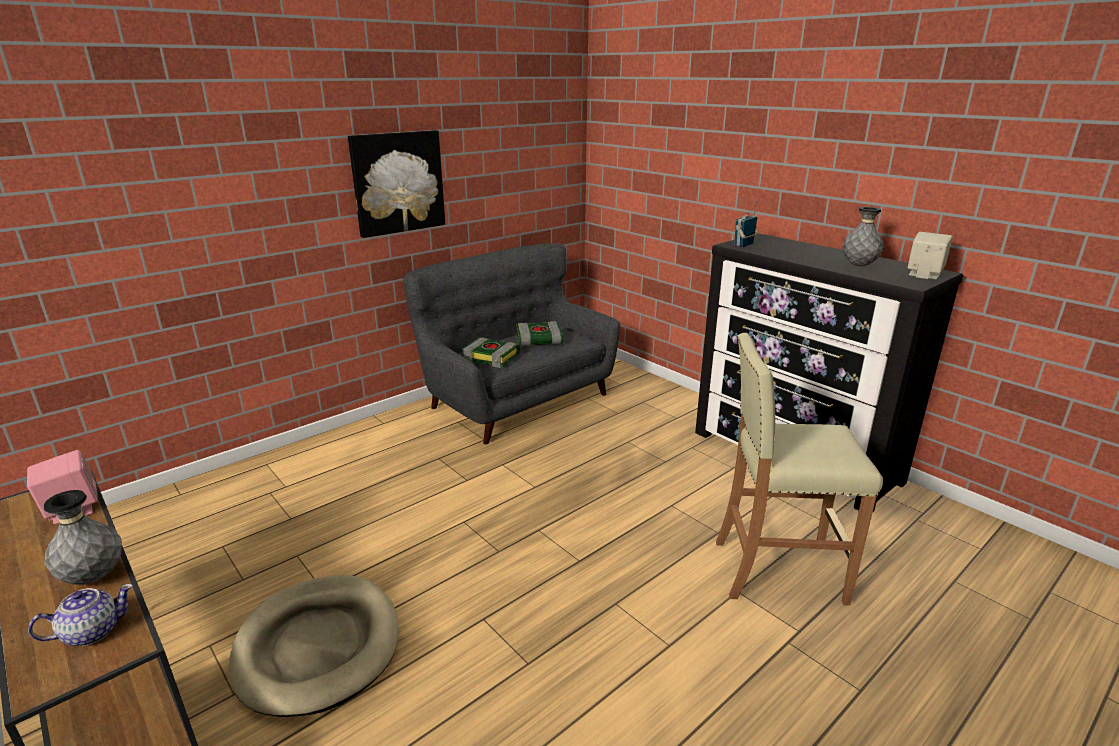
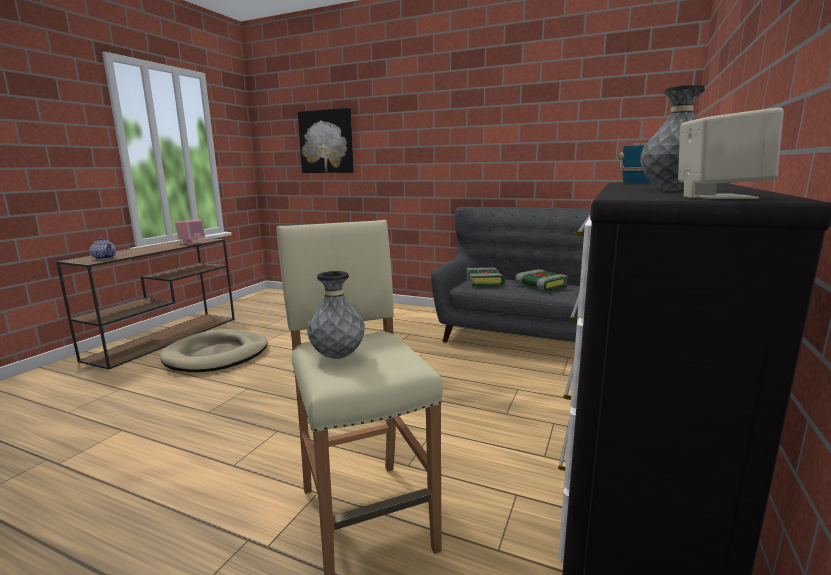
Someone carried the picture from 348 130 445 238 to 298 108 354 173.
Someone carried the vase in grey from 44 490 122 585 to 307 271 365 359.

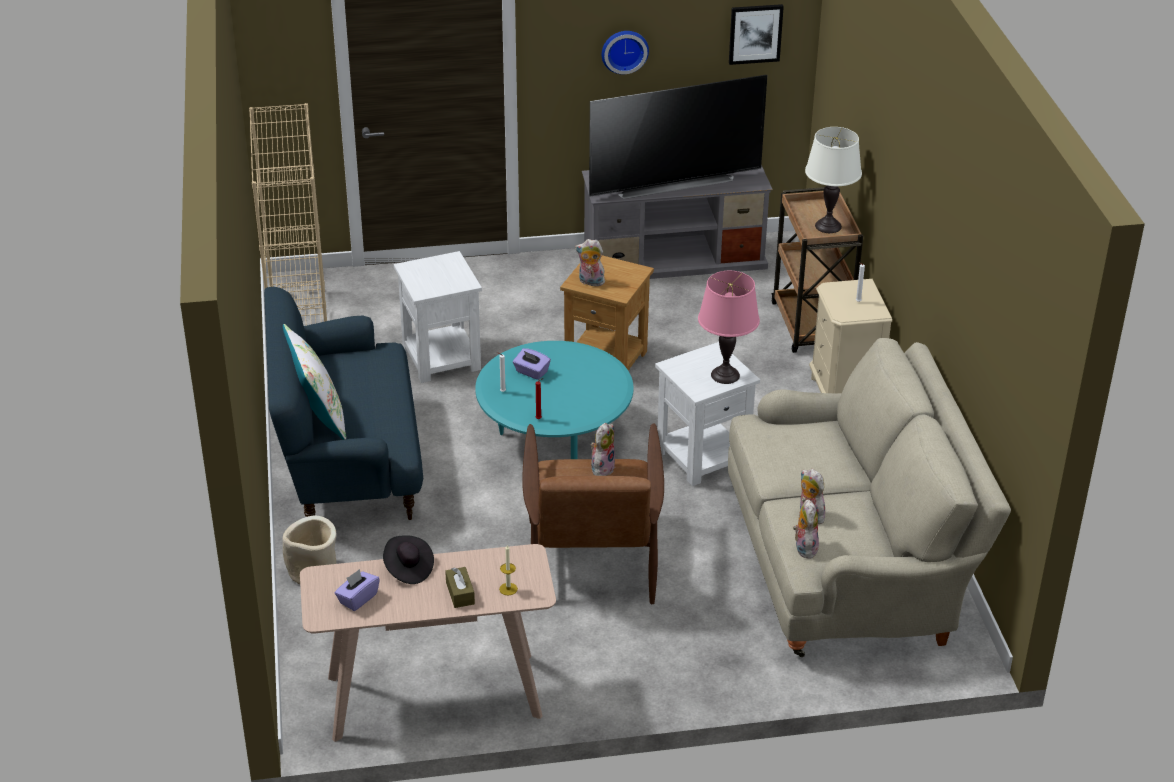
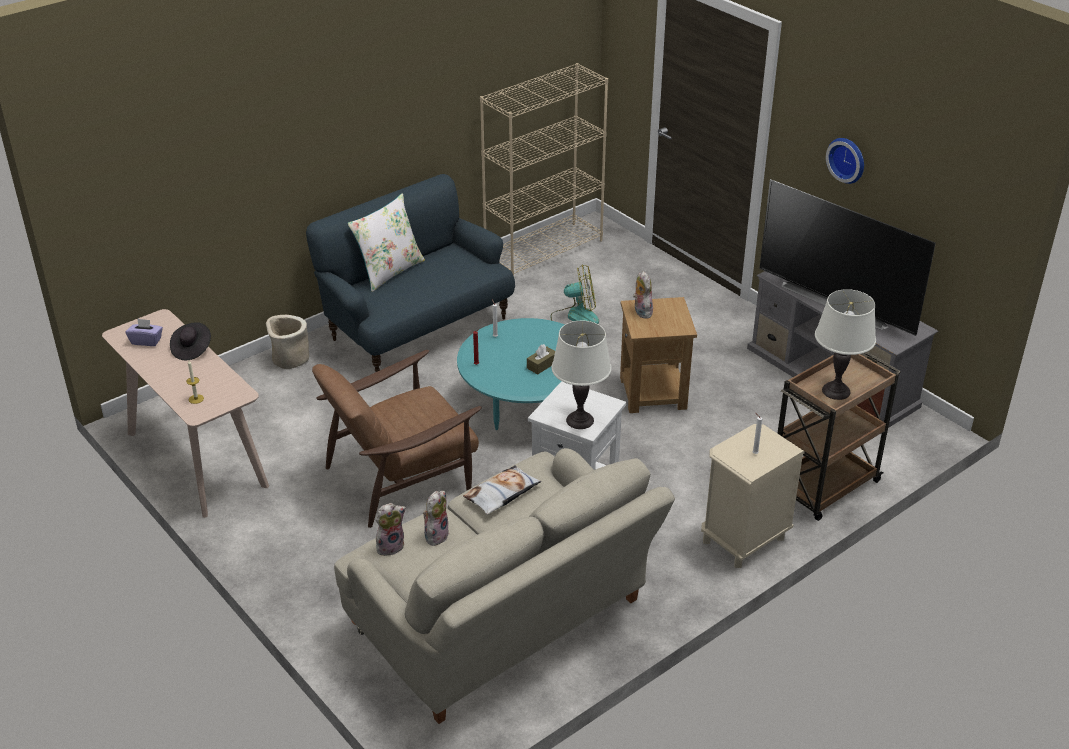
Someone put down the pillow at 463 465 542 515.
Someone carried the tissue box in brown from 445 567 475 608 to 527 344 555 375.
Someone swapped the side table in white at 394 251 482 383 for the fan at 550 264 599 324.
Someone repainted the table lamp in pink at 698 271 760 384, which became the table lamp in white at 552 321 611 429.
Someone took away the tissue box in purple at 513 348 551 380.
Someone took away the plush toy at 591 423 616 476.
Someone took away the picture at 729 4 784 65.

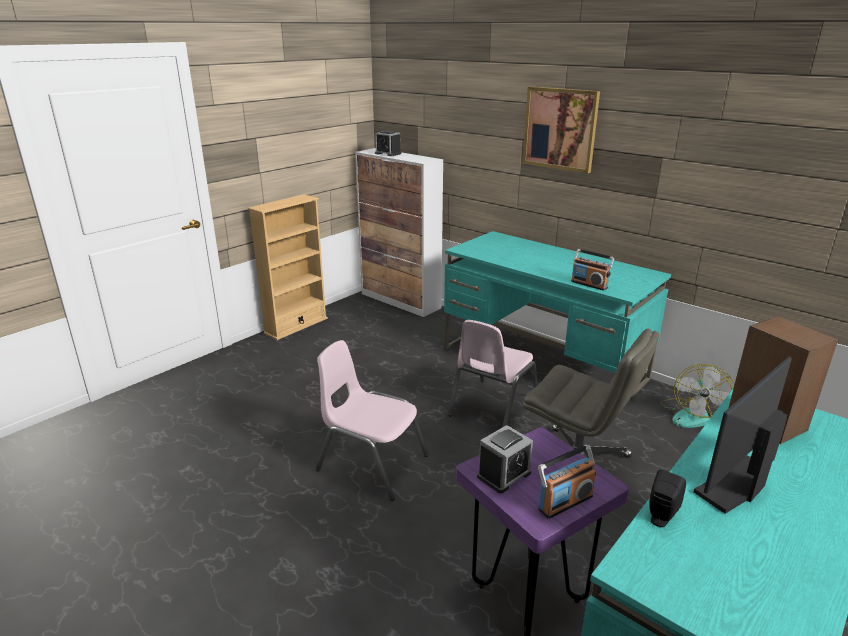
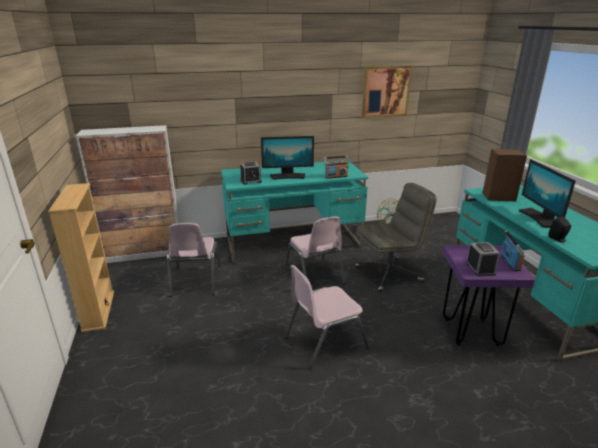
Someone put down the chair in pink at 167 223 221 297.
Someone carried the alarm clock from 375 130 401 156 to 240 162 262 185.
Someone put down the monitor at 261 136 314 180.
Someone carried the picture from 522 87 600 173 to 362 65 412 118.

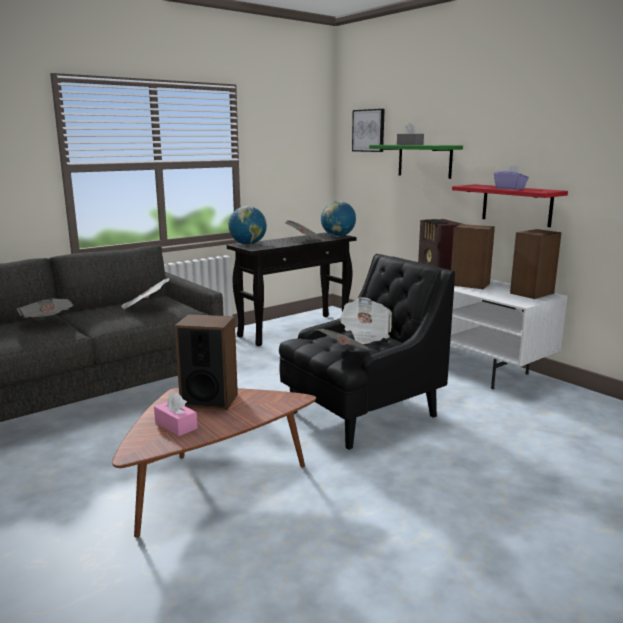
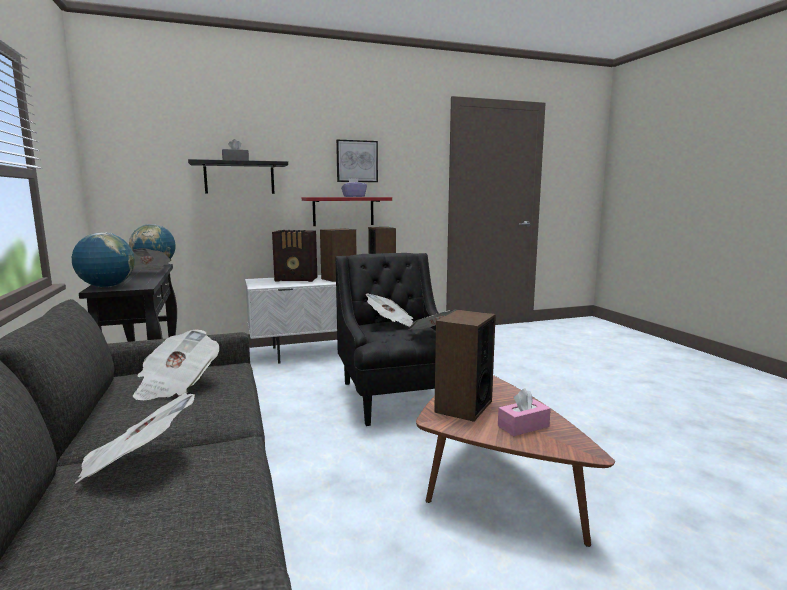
Someone repainted the shelf in green at 369 145 463 179, which became the shelf in black at 188 159 288 194.
Someone carried the picture from 352 109 385 152 to 336 140 378 182.

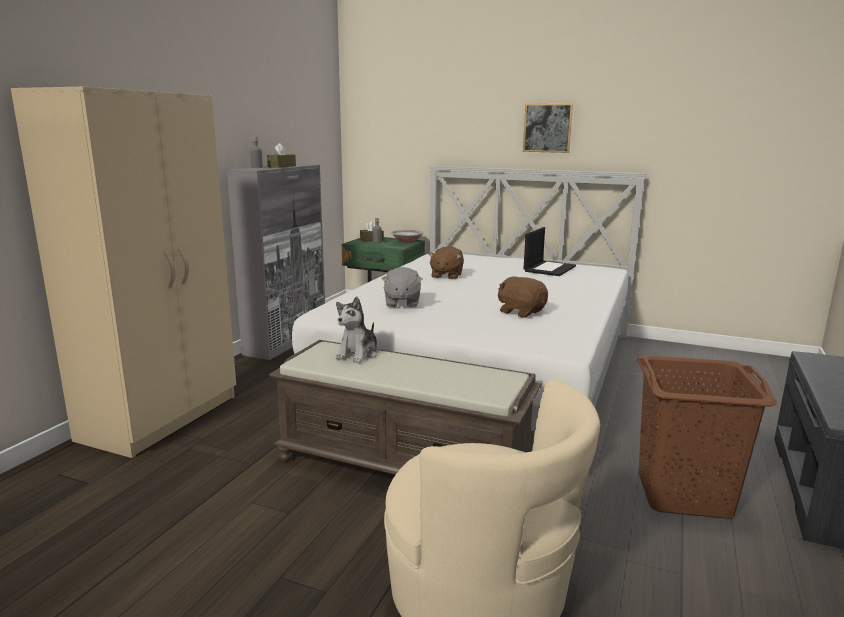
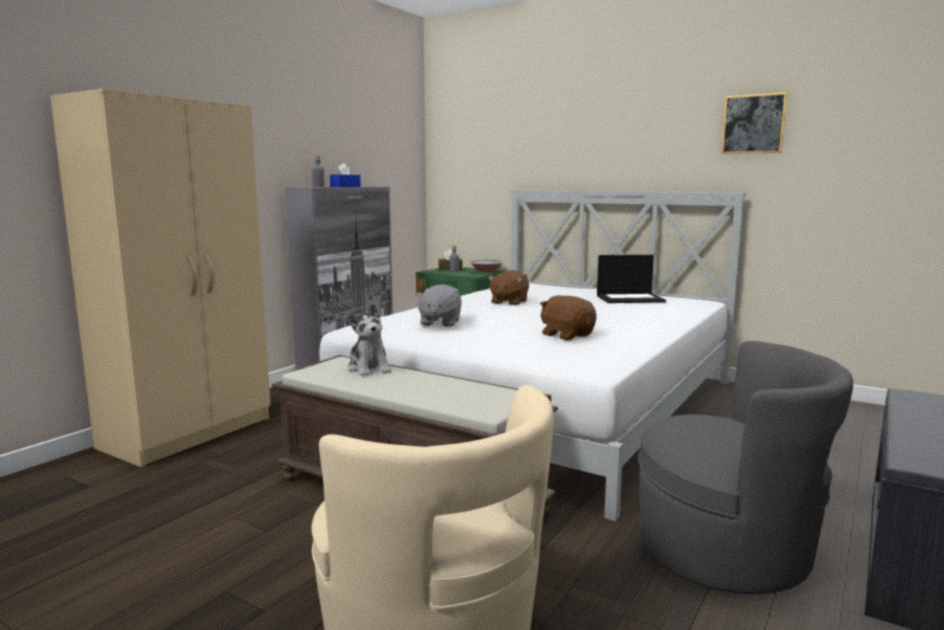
Someone repainted the tissue box in brown at 267 143 296 168, which became the tissue box in blue at 330 163 361 187.
Someone rotated the plush toy at 335 296 378 363 by 60 degrees counterclockwise.
Someone rotated the laptop at 523 227 576 276 by 45 degrees clockwise.
Someone swapped the laundry basket in brown at 637 355 777 519 for the armchair in grey at 638 341 853 594.
Someone carried the picture from 523 103 573 153 to 721 92 787 154.

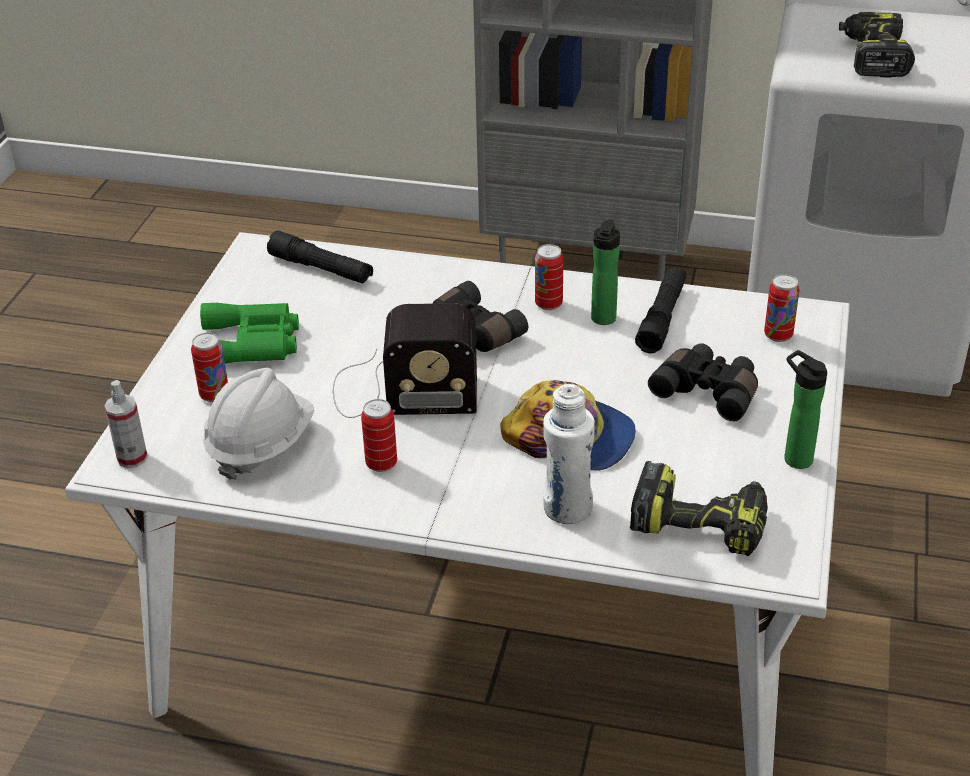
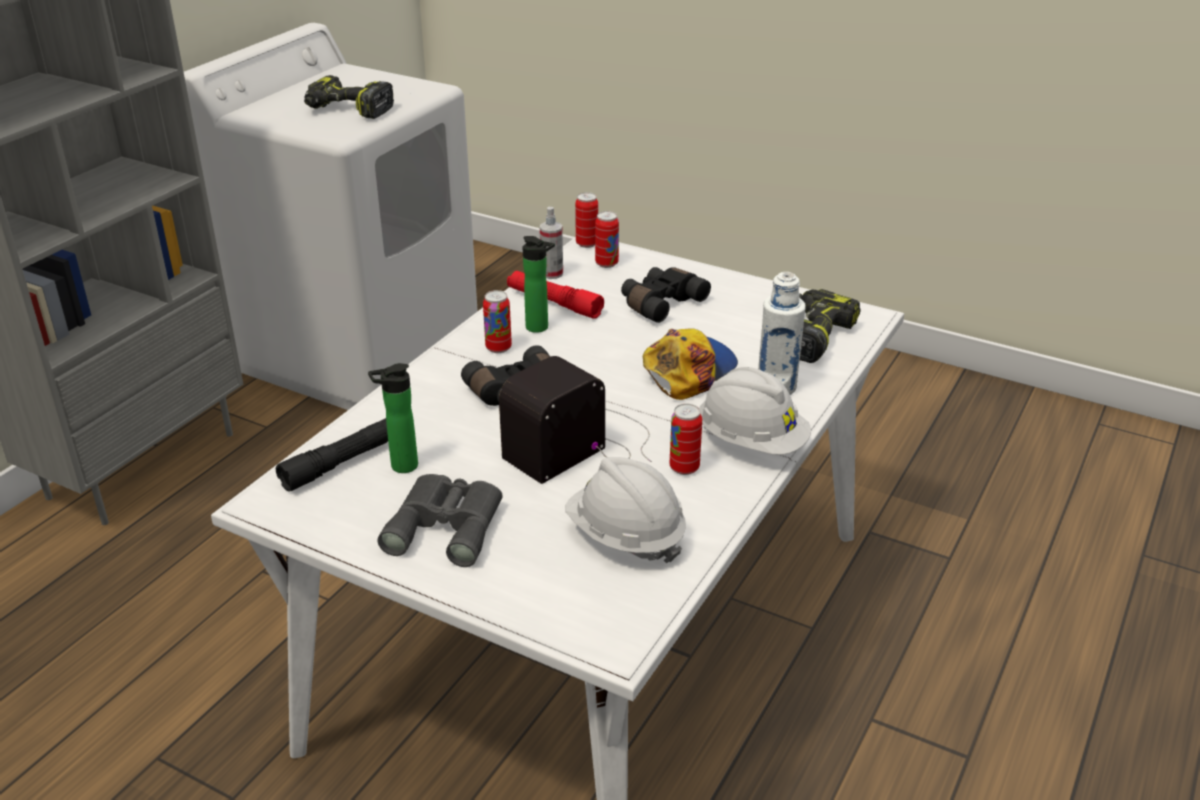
Someone carried the bottle from 784 350 827 469 to 368 363 418 473.
Someone repainted the binoculars in green at 200 303 299 364, which became the binoculars in grey at 378 474 502 567.
Someone rotated the radio at 333 303 477 418 by 150 degrees counterclockwise.
Someone repainted the flashlight in black at 635 268 686 353, which became the flashlight in red at 507 271 604 319.
Someone carried the spray bottle from 104 380 148 468 to 540 207 563 279.
Someone carried the can from 191 333 228 402 to 575 192 598 248.
Someone put down the hard hat in white at 699 367 811 455.

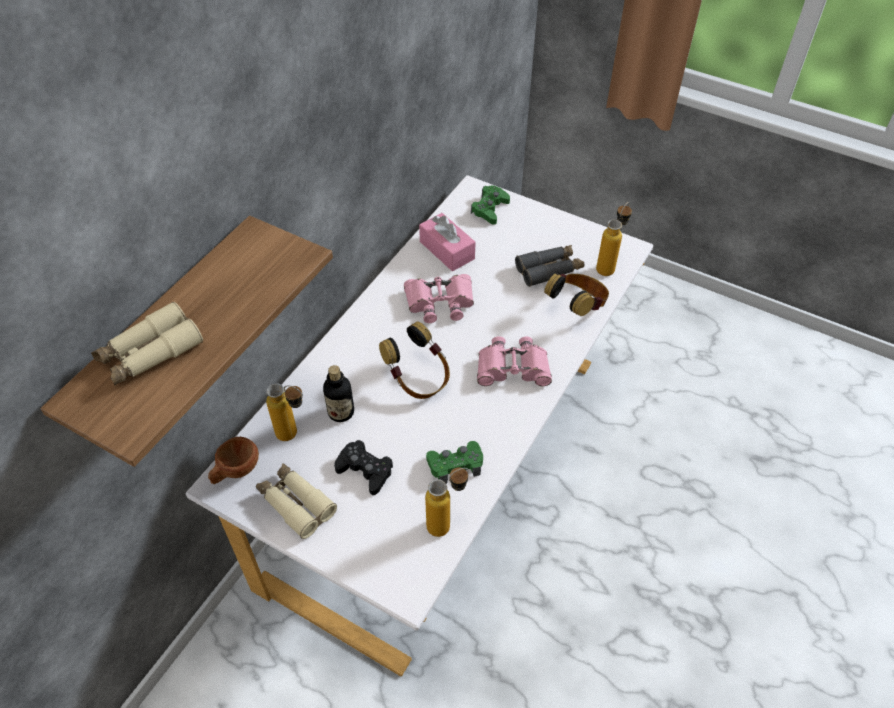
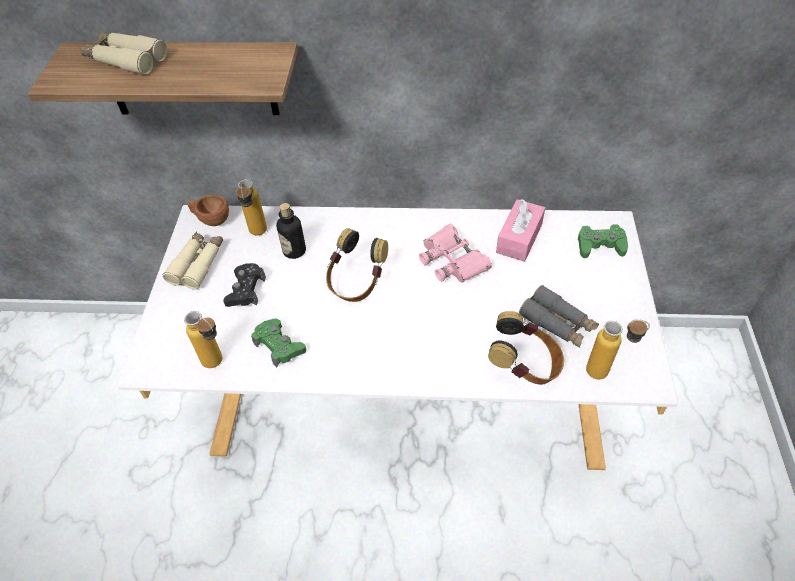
Someone took away the binoculars in pink at 477 336 552 386.

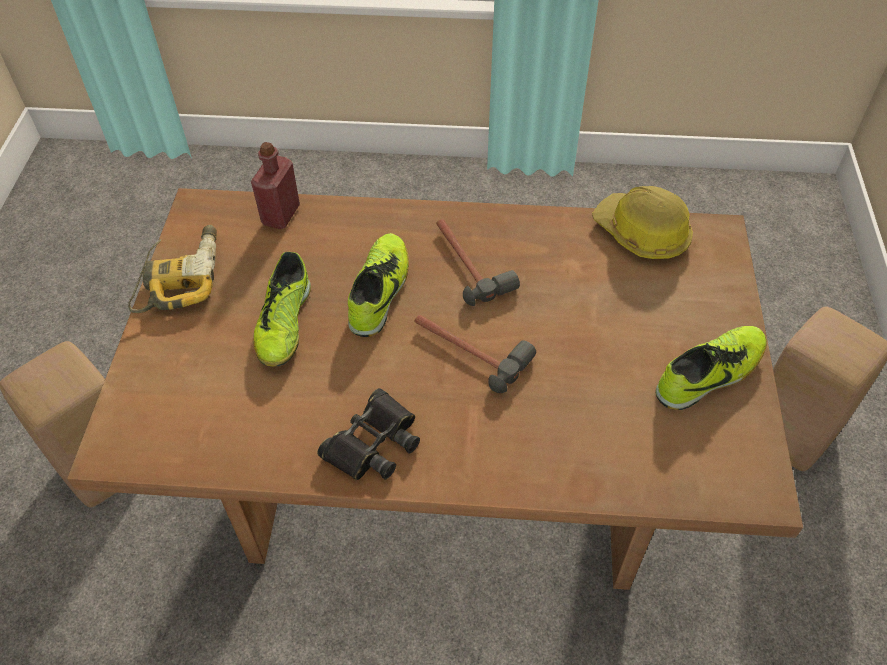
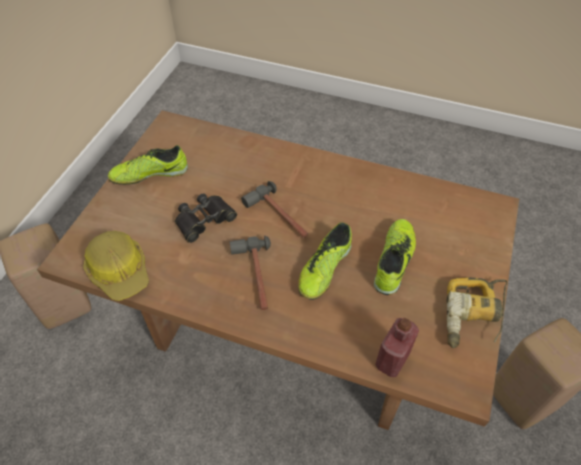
Someone carried the binoculars in black from 317 388 420 480 to 175 193 237 243.

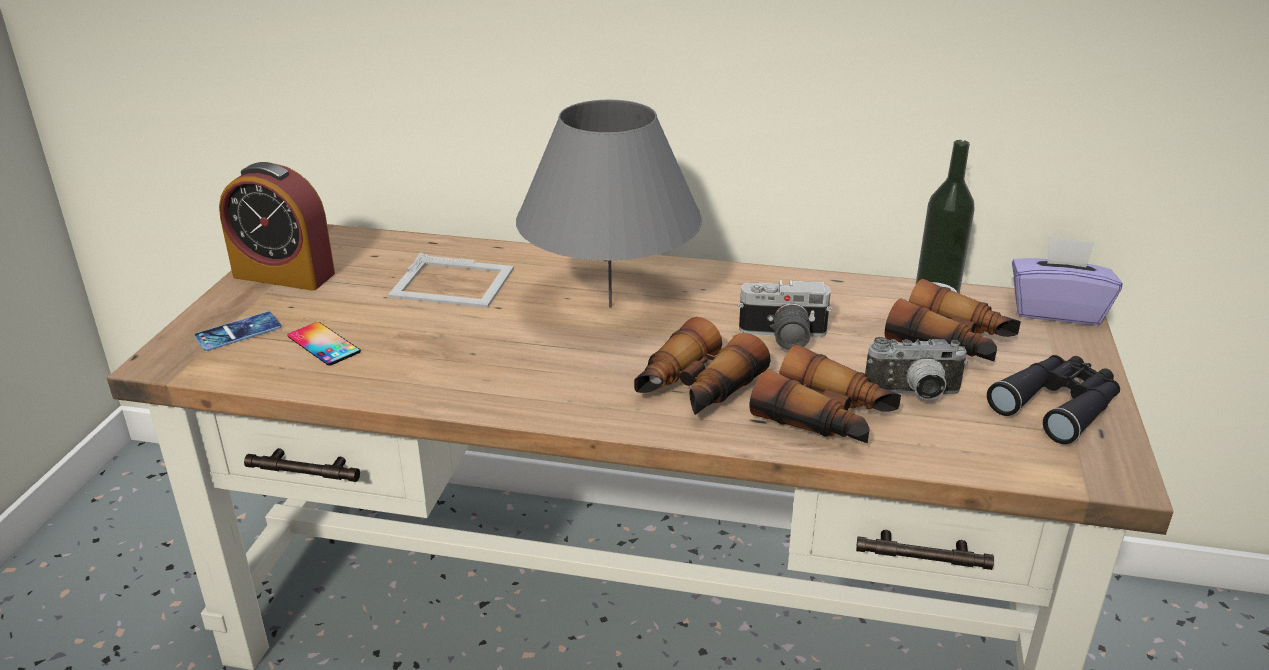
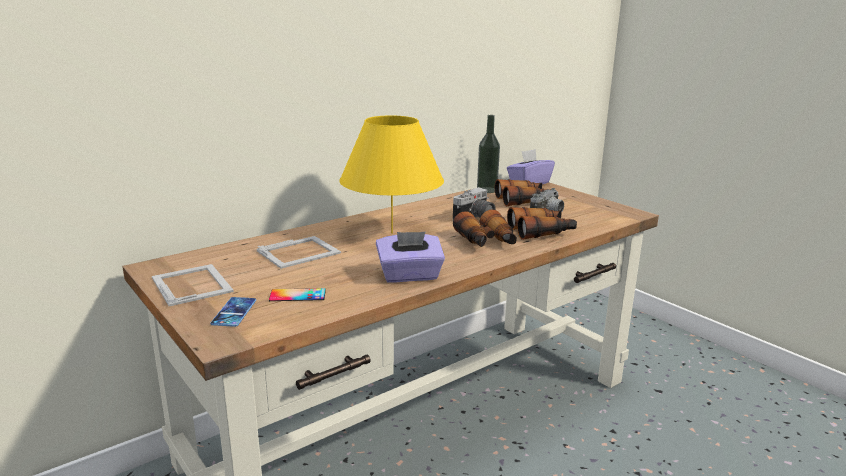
Someone swapped the alarm clock at 219 162 335 291 for the picture frame at 152 264 234 306.
Someone repainted the table lamp in grey at 516 100 702 308, which became the table lamp in yellow at 339 115 444 234.
Someone put down the tissue box in purple at 376 232 445 283.
Someone took away the binoculars in black at 987 355 1120 444.

